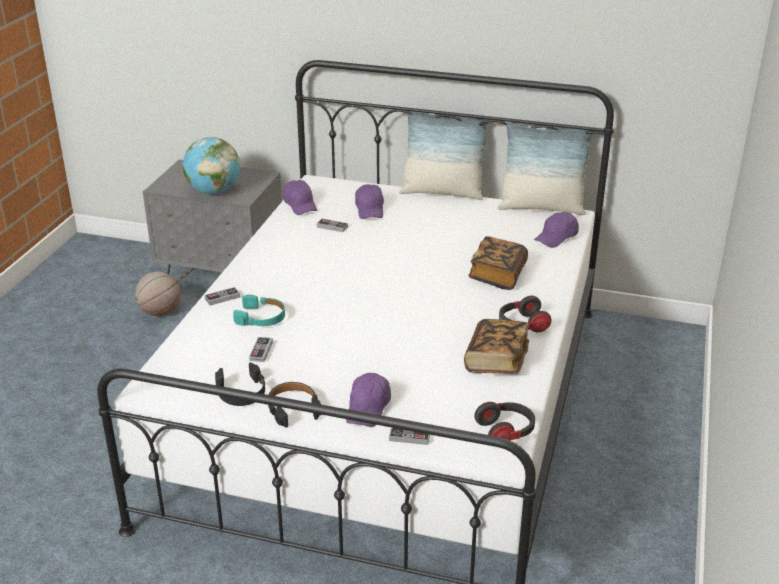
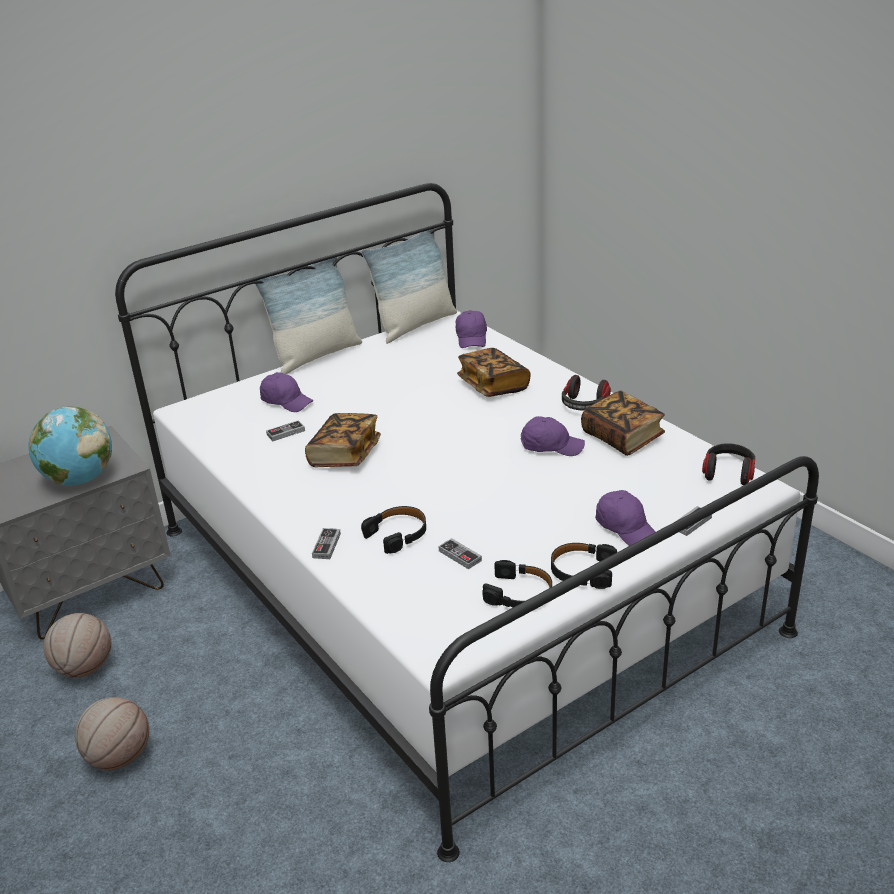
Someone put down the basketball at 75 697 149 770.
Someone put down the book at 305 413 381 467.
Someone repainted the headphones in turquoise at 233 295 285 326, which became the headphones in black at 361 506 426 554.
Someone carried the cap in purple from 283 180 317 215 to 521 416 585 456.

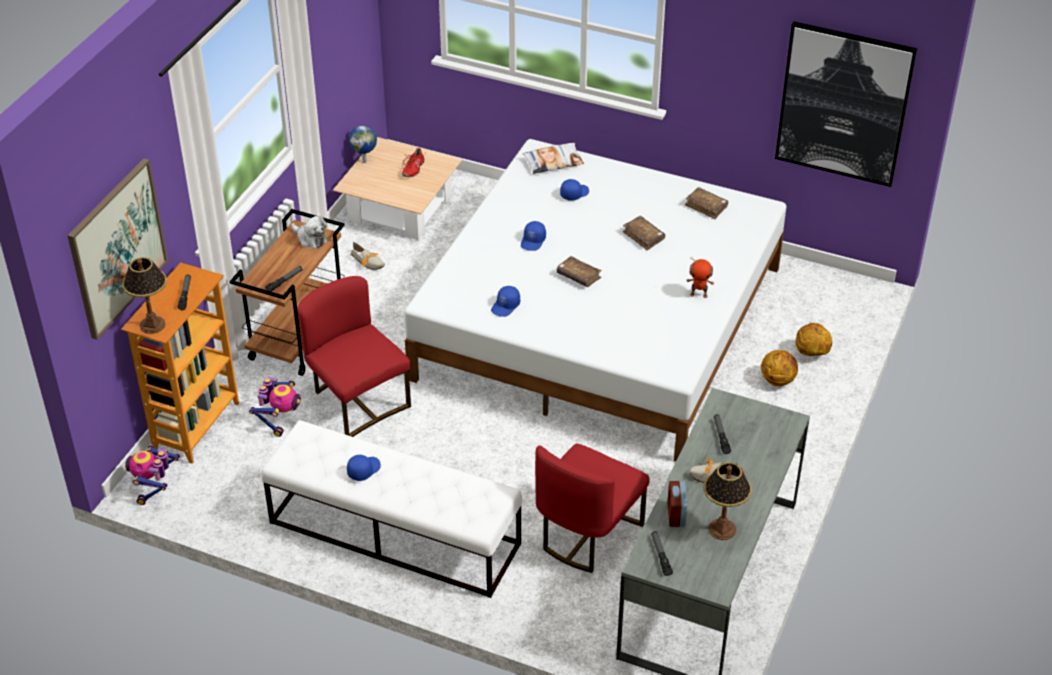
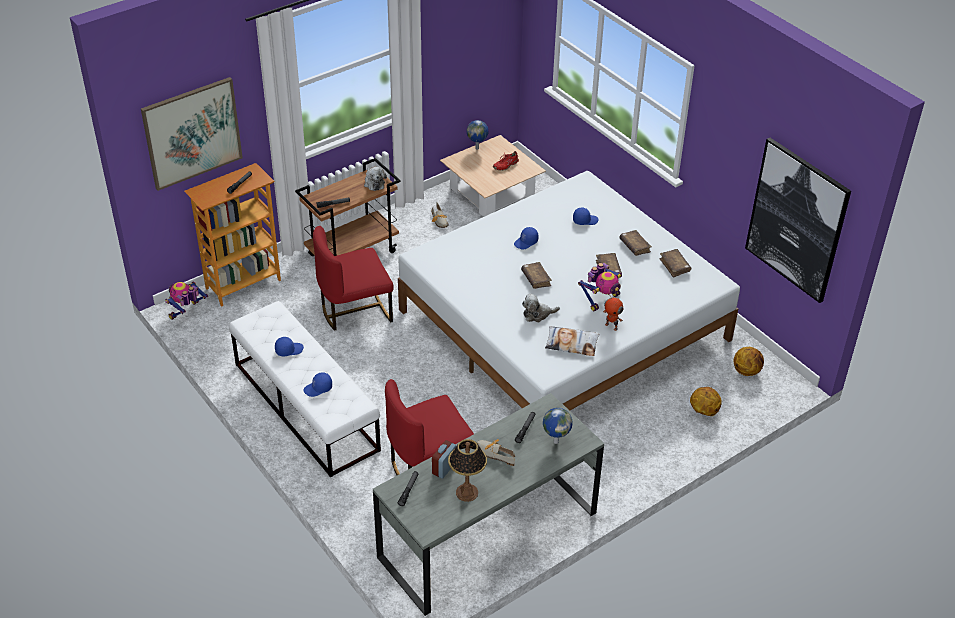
Someone carried the cap in blue from 491 286 520 317 to 304 372 332 397.
Someone rotated the chair in red at 298 276 411 437 by 105 degrees counterclockwise.
Someone put down the plush toy at 522 294 560 322.
Someone put down the globe at 543 408 573 444.
Someone carried the pillow from 523 143 584 174 to 545 326 600 356.
Someone carried the toy robot from 249 377 301 437 to 578 263 622 311.
Someone put down the book in brown at 619 230 652 256.
Someone carried the basketball from 761 350 798 386 to 734 347 764 376.
Someone took away the table lamp at 122 257 167 334.

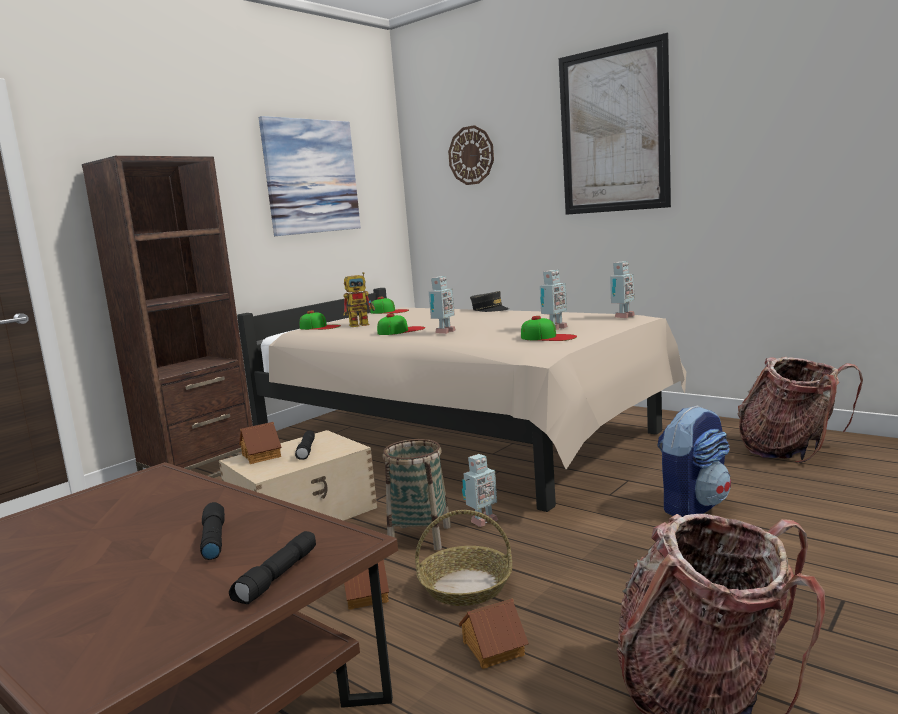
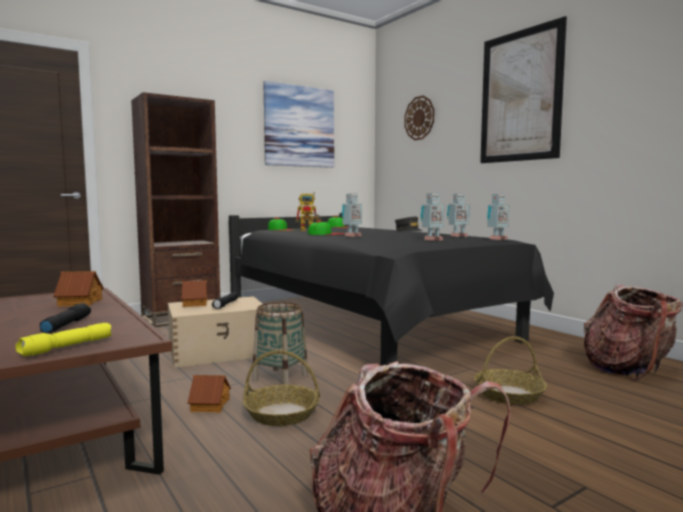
Someone repainted the flashlight in black at 229 531 316 604, which became the flashlight in yellow at 15 323 112 357.
Someone carried the toy house from 459 598 529 669 to 53 271 104 307.
Someone repainted the bed in beige at 237 288 686 512, which became the bed in black at 229 213 554 366.
Someone carried the toy robot from 462 454 498 527 to 447 194 470 237.
Someone swapped the backpack at 657 405 731 517 for the basket at 474 336 547 405.
Someone took away the cap at 521 316 577 341.

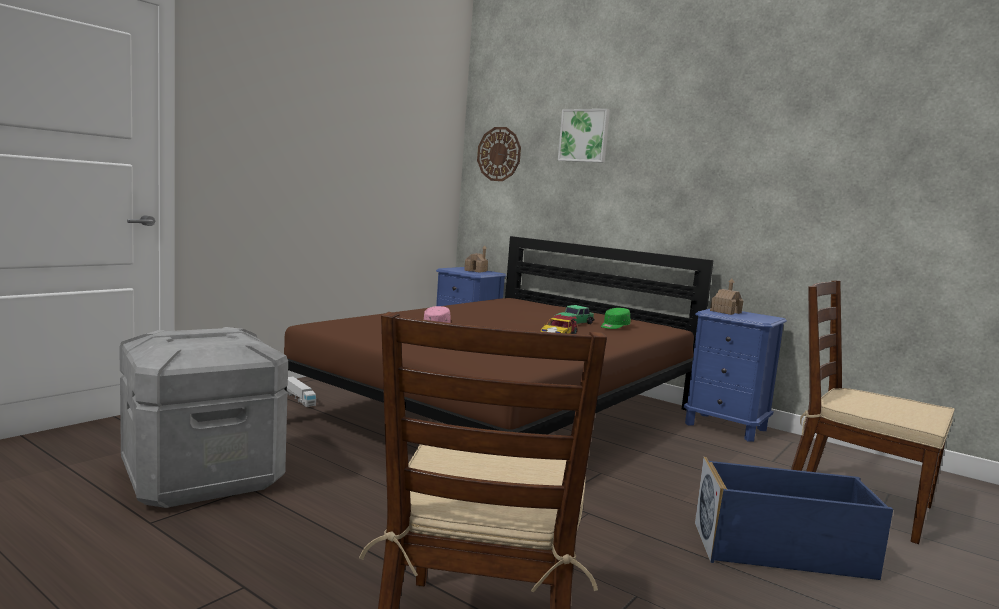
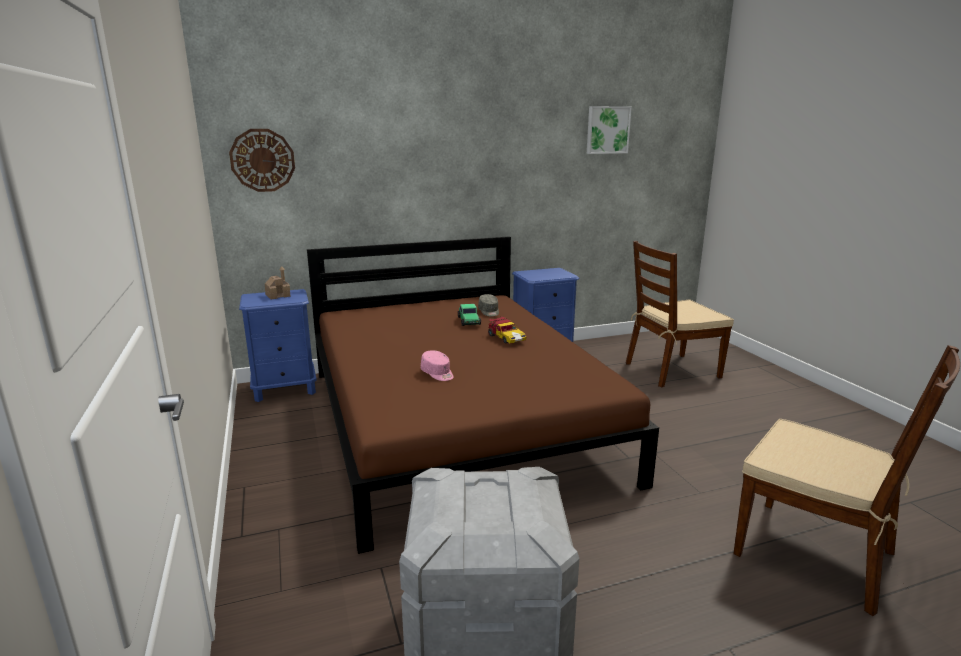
Someone repainted the cap in green at 601 308 630 329, which became the cap in grey at 478 294 499 316.
Someone carried the picture from 558 109 610 163 to 587 106 632 154.
Someone took away the toy truck at 287 376 316 407.
Someone took away the storage box in blue at 695 457 893 580.
Someone took away the toy house at 710 279 743 315.

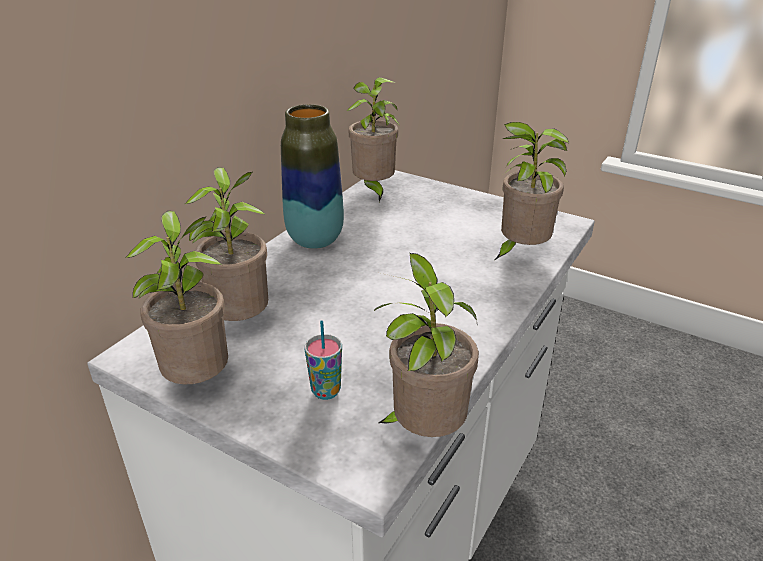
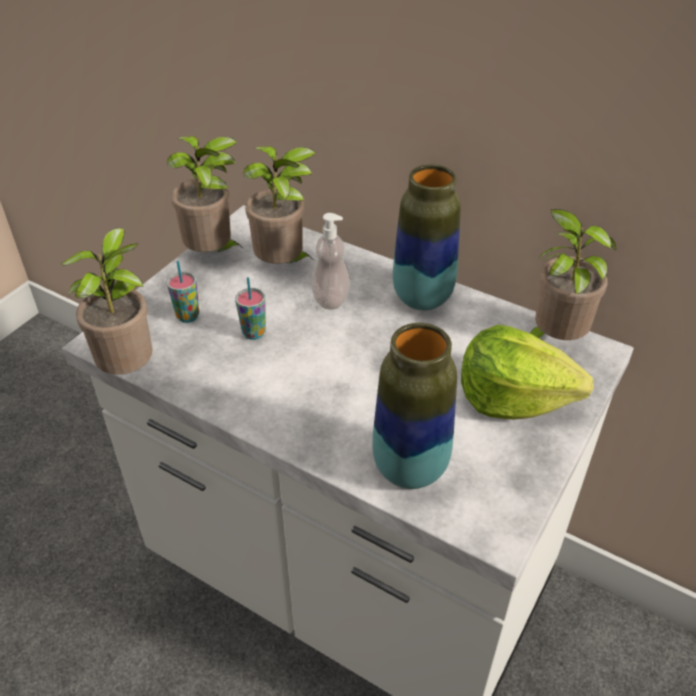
Someone put down the cup at 235 277 266 340.
Someone put down the soap dispenser at 311 213 350 310.
Someone swapped the potted plant at 495 122 569 260 for the vase at 373 323 457 489.
Someone put down the lettuce at 461 325 593 420.

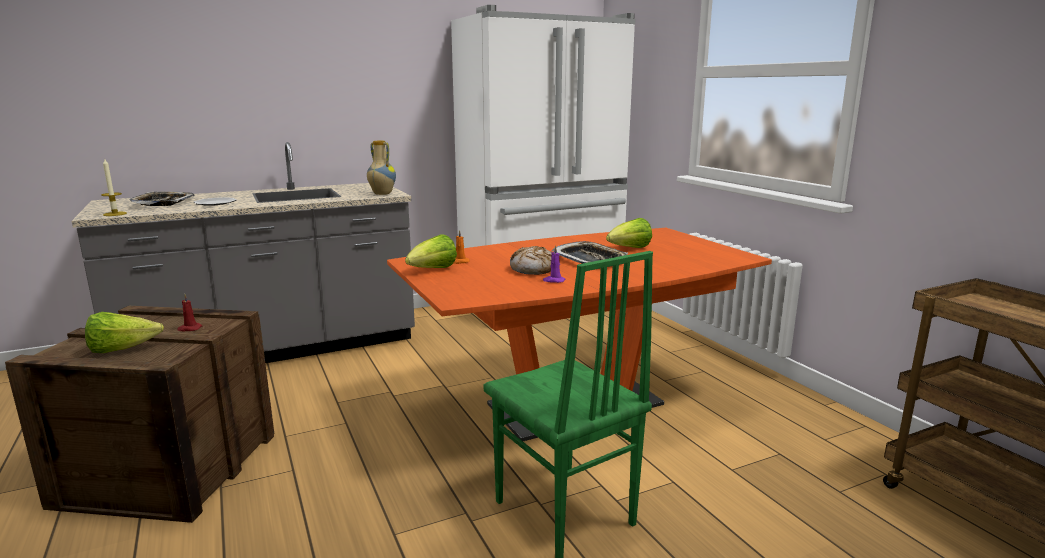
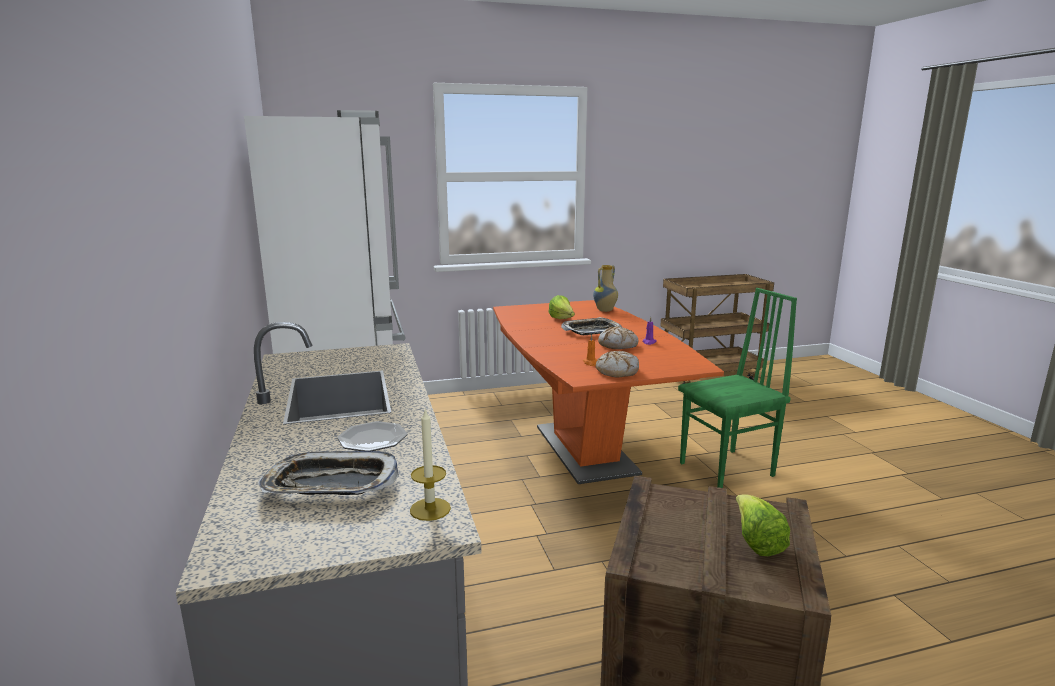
Someone carried the vase from 367 141 396 195 to 593 265 618 312.
Someone swapped the lettuce at 405 234 457 268 for the bread at 596 351 639 377.
Someone took away the candle in red at 177 294 202 331.

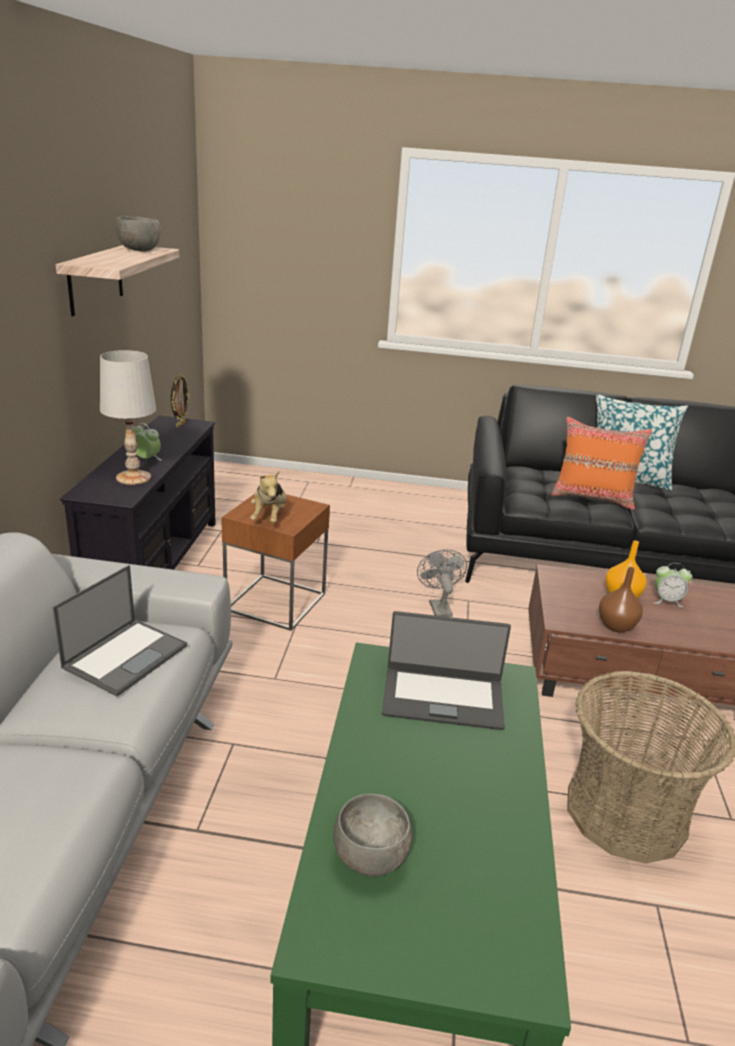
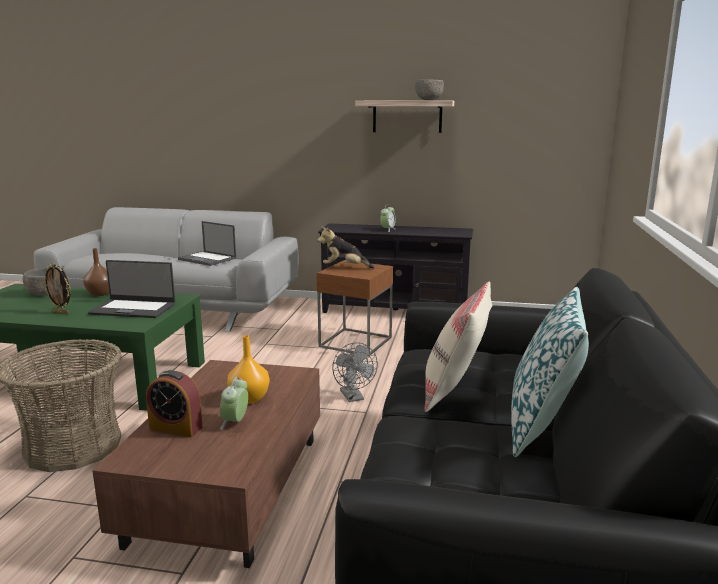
Someone carried the picture frame from 171 374 190 428 to 43 263 70 314.
Someone carried the vase in brown from 599 567 643 633 to 83 248 109 296.
Someone rotated the laptop at 382 611 511 730 by 90 degrees counterclockwise.
Someone put down the alarm clock at 146 370 203 437.
Someone rotated the fan in grey at 417 549 467 617 by 75 degrees clockwise.
Someone repainted the pillow in orange at 551 417 652 510, which became the pillow in beige at 425 282 492 412.
Someone took away the table lamp in white at 100 350 156 485.

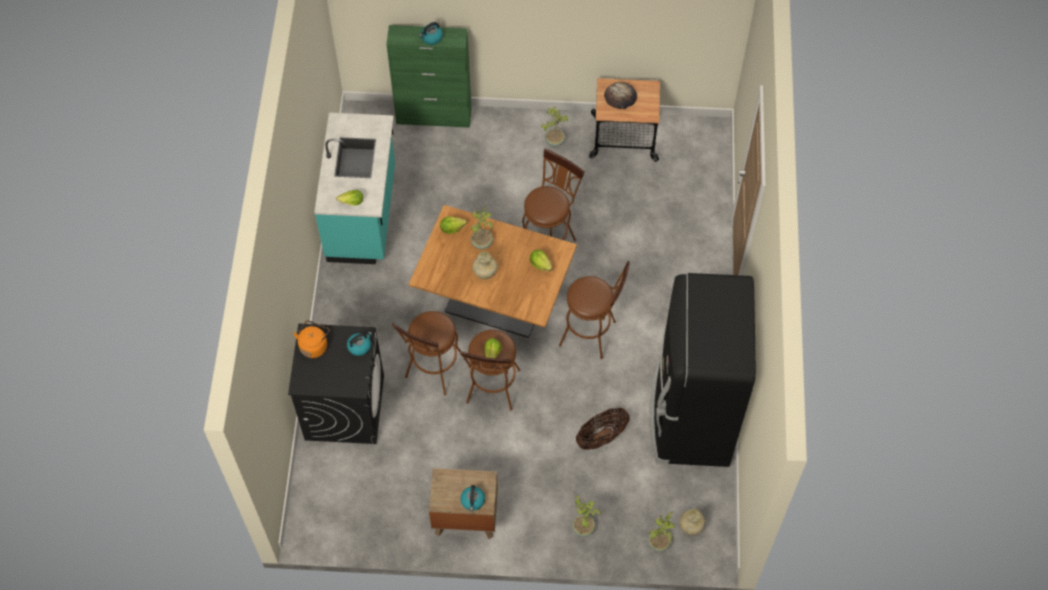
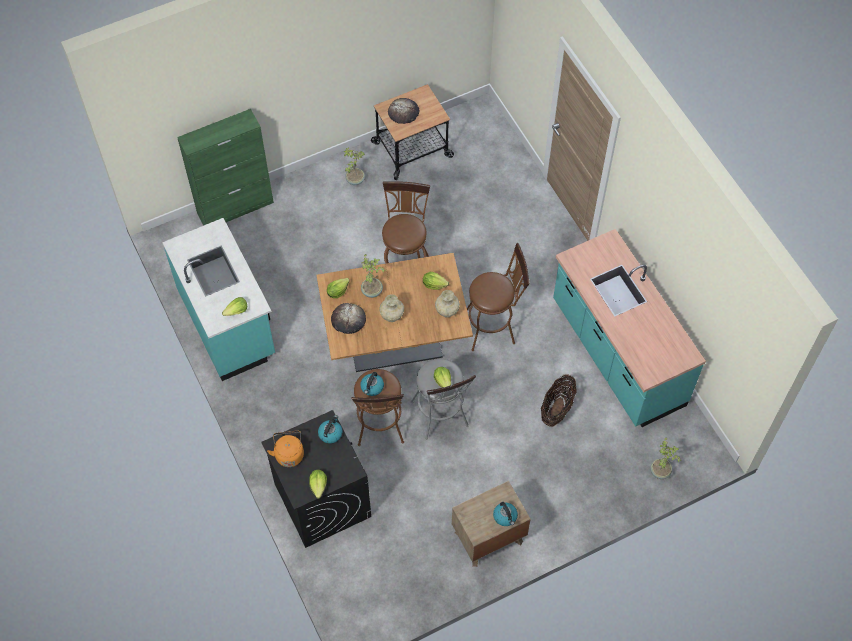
Someone put down the lettuce at 309 470 327 499.
Someone put down the bread at 331 303 366 334.
Someone carried the kettle from 419 22 443 45 to 360 372 384 396.
Someone repainted the stool in brown at 459 330 520 410, which became the stool in grey at 411 359 476 440.
Someone carried the vase in beige from 679 509 705 535 to 435 290 460 318.
Someone swapped the fridge in black at 650 273 756 467 for the counter in turquoise at 553 229 706 427.
Someone took away the potted plant at 572 495 601 537.

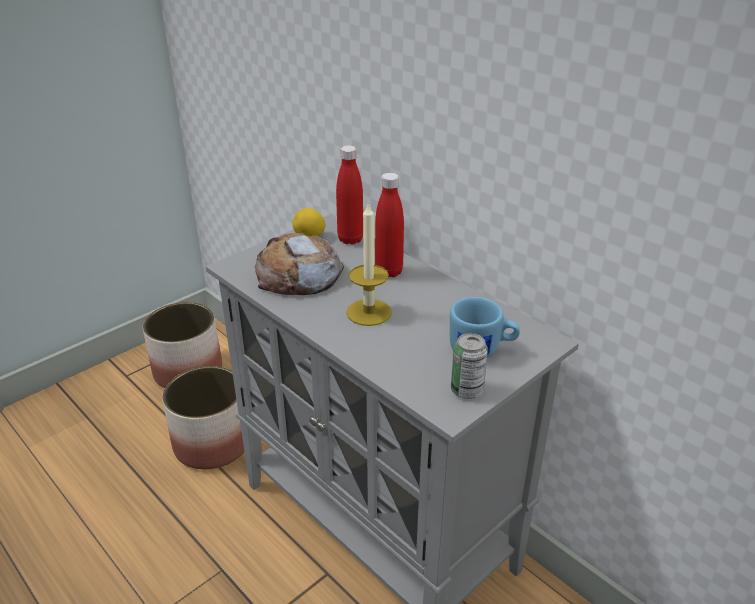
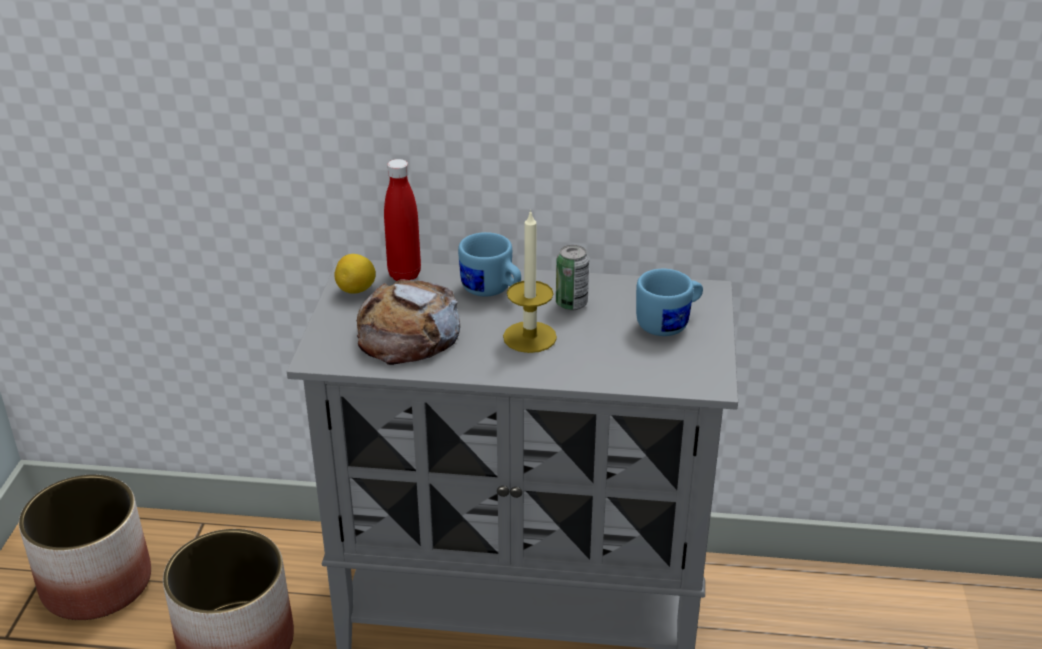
Someone swapped the bottle in red at 375 173 404 277 for the mug in blue at 458 232 521 297.
Someone carried the can from 451 333 488 399 to 556 245 589 310.

